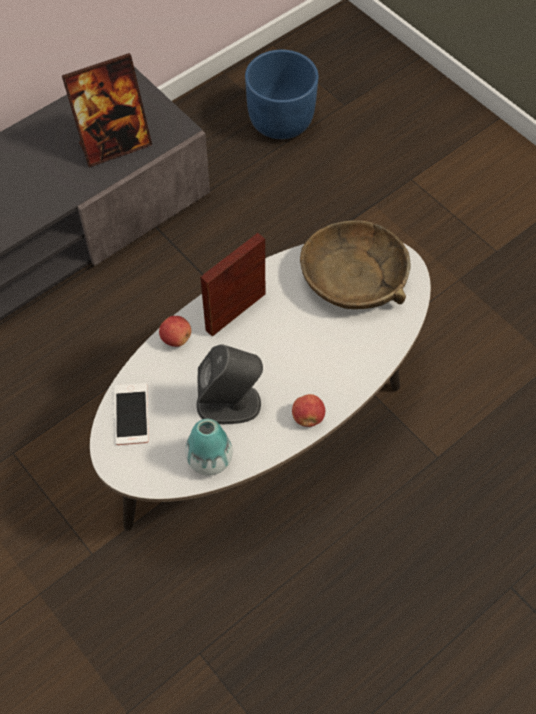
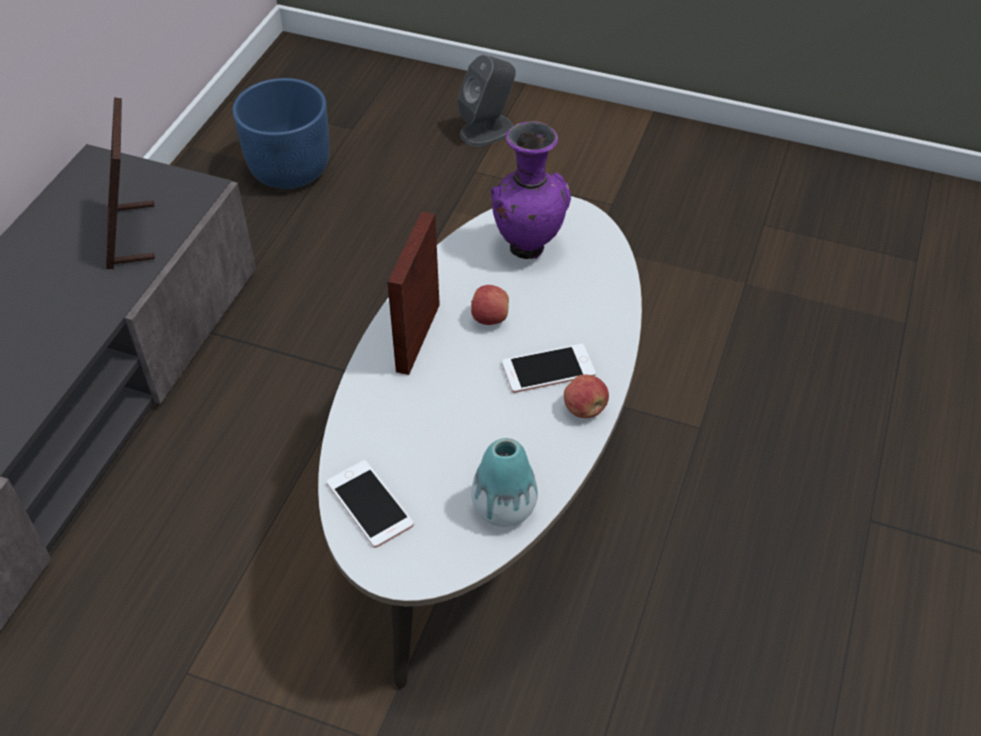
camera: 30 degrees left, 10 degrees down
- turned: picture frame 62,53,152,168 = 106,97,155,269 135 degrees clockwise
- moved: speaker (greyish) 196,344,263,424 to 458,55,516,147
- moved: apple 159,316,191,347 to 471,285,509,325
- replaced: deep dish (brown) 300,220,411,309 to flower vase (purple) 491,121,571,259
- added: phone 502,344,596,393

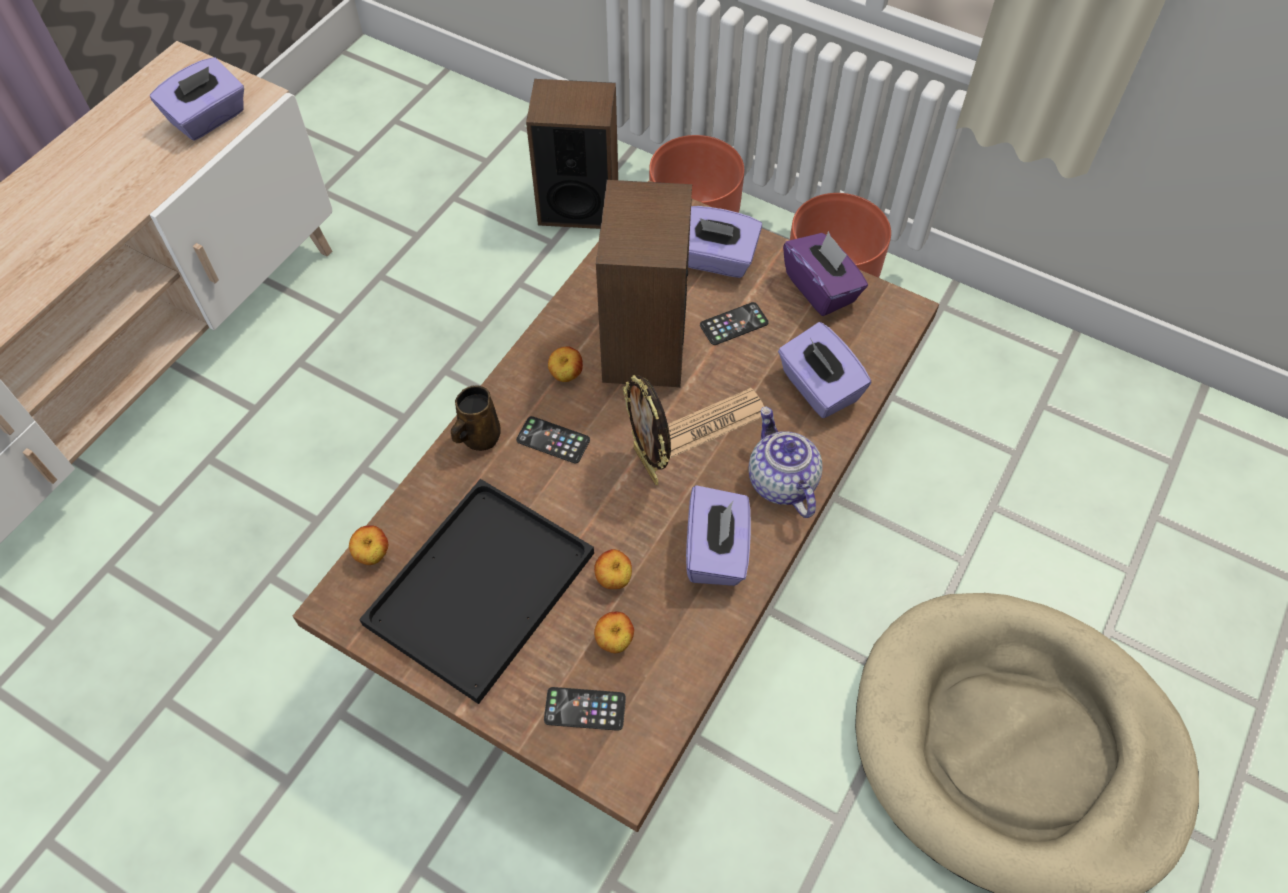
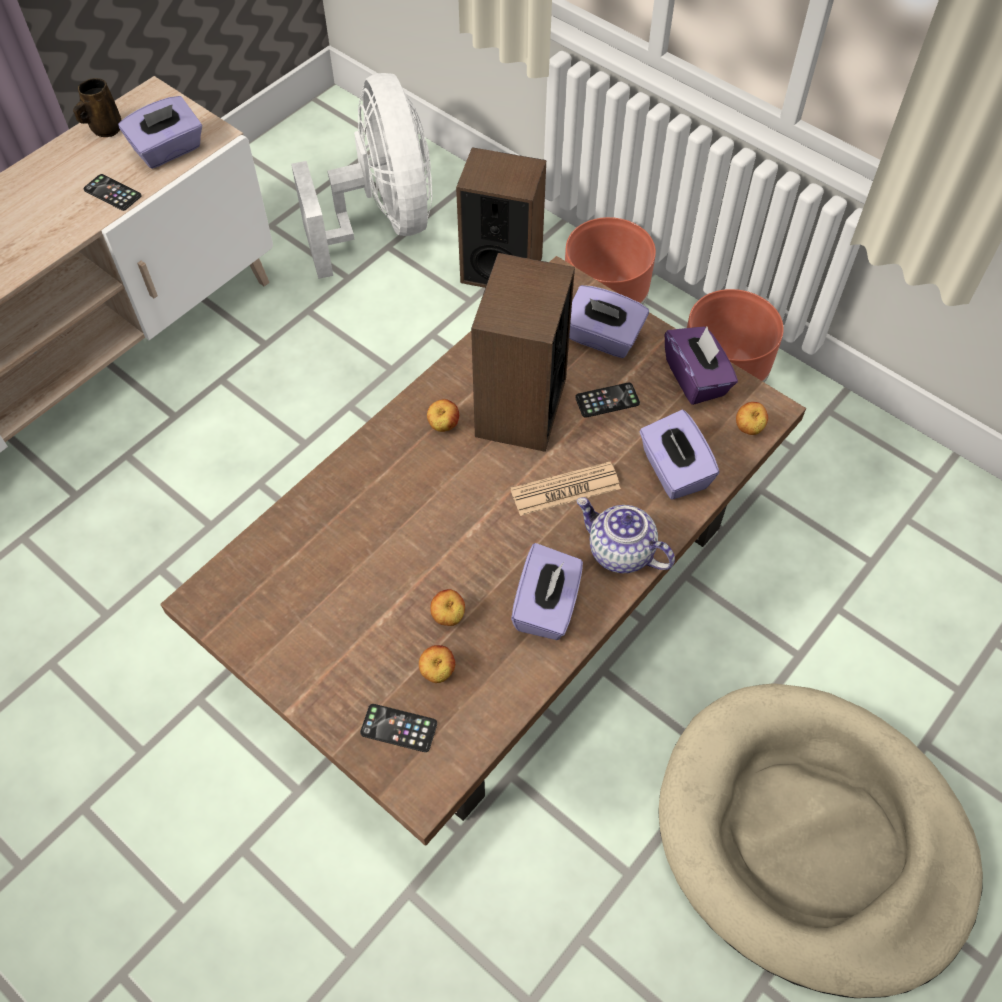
camera: 10 degrees right, 0 degrees up
- moved: coffee mug (brown) 451,385,501,451 to 73,78,121,137
- moved: phone 516,416,590,463 to 83,174,141,211
- added: electric fan (white) 291,73,432,279
- turned: pot for tea 748,407,822,518 = 576,497,675,573 45 degrees counterclockwise
- moved: apple 349,525,388,565 to 736,402,768,435
- removed: tray (blackish) 359,479,594,704
- removed: picture frame 623,375,671,485

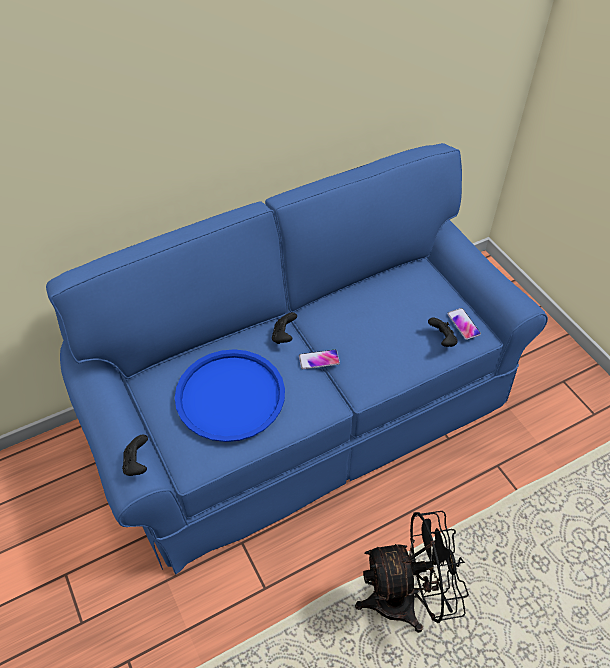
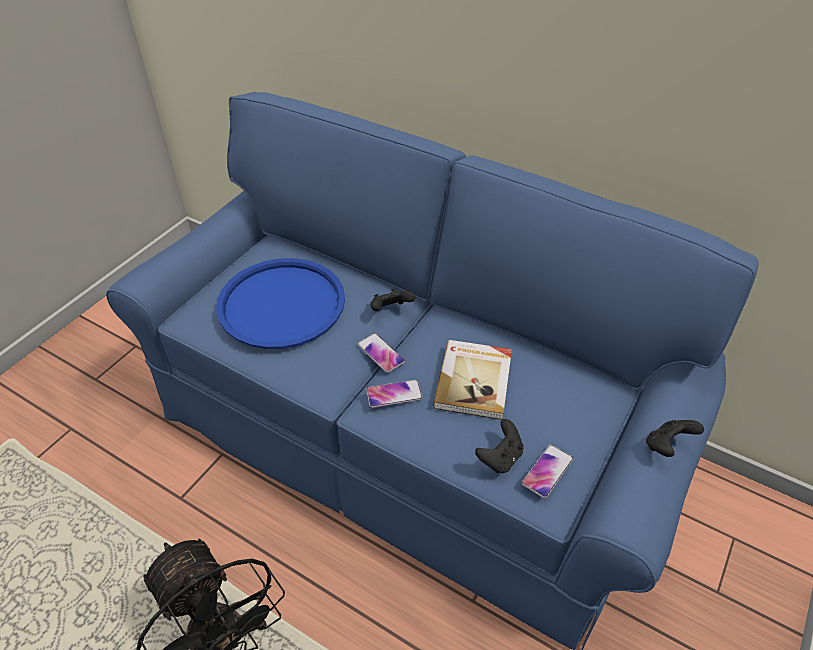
camera: 60 degrees right, 5 degrees down
- added: phone 366,380,423,408
- added: book 433,340,512,420
- moved: joypad (blackish) 122,434,148,476 to 646,420,704,457

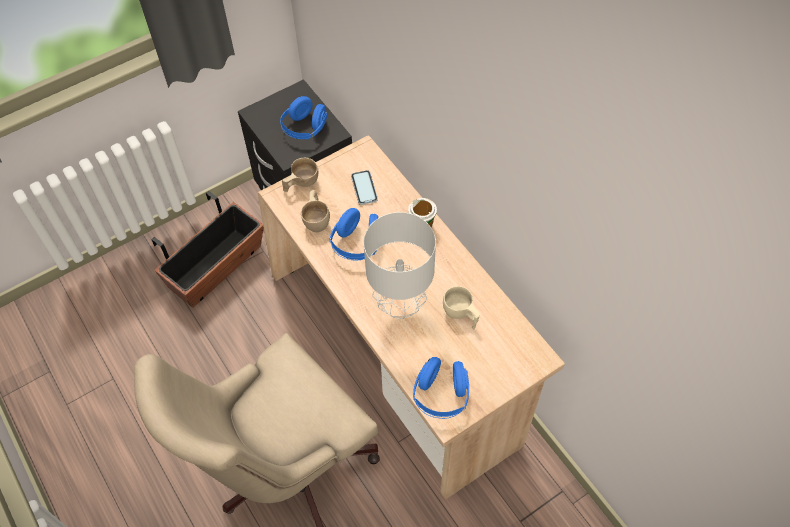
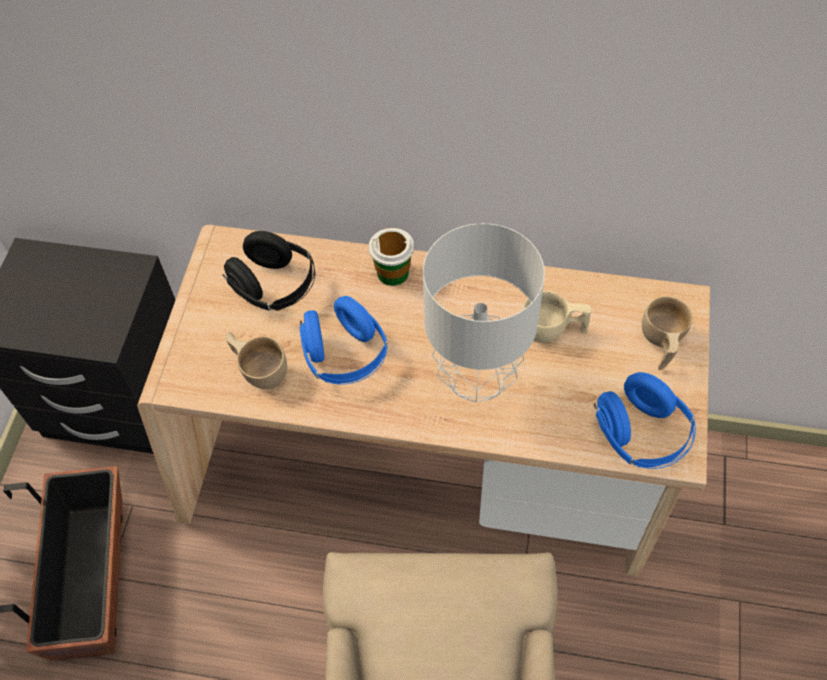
camera: 45 degrees left, 0 degrees up
- replaced: phone 351,170,378,205 to headphones (blackish) 222,231,315,311
- moved: drinking cup (sand-coloured) 282,158,318,192 to 642,296,693,370
- removed: headphones (blue) 280,96,327,139

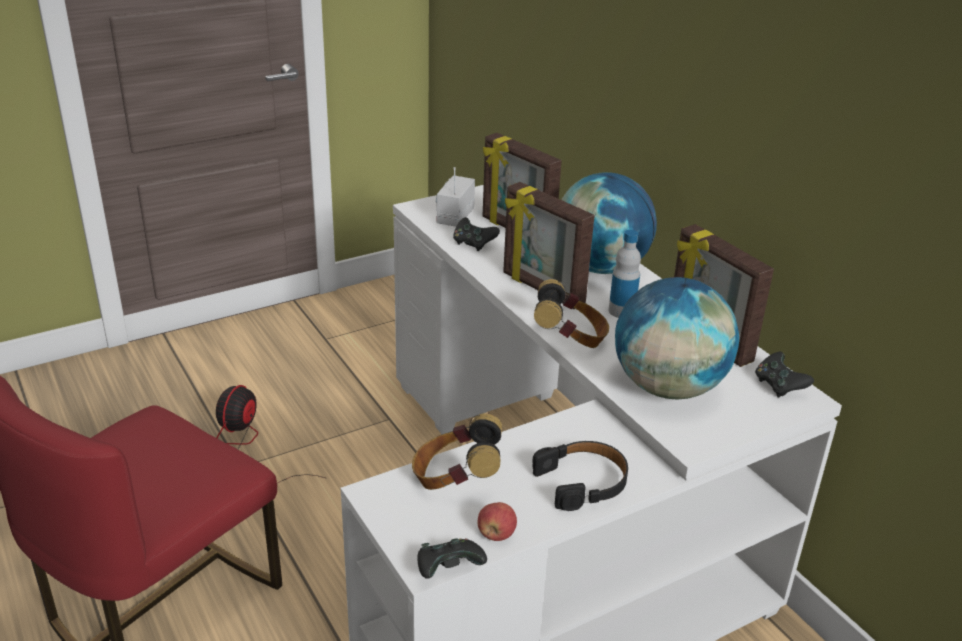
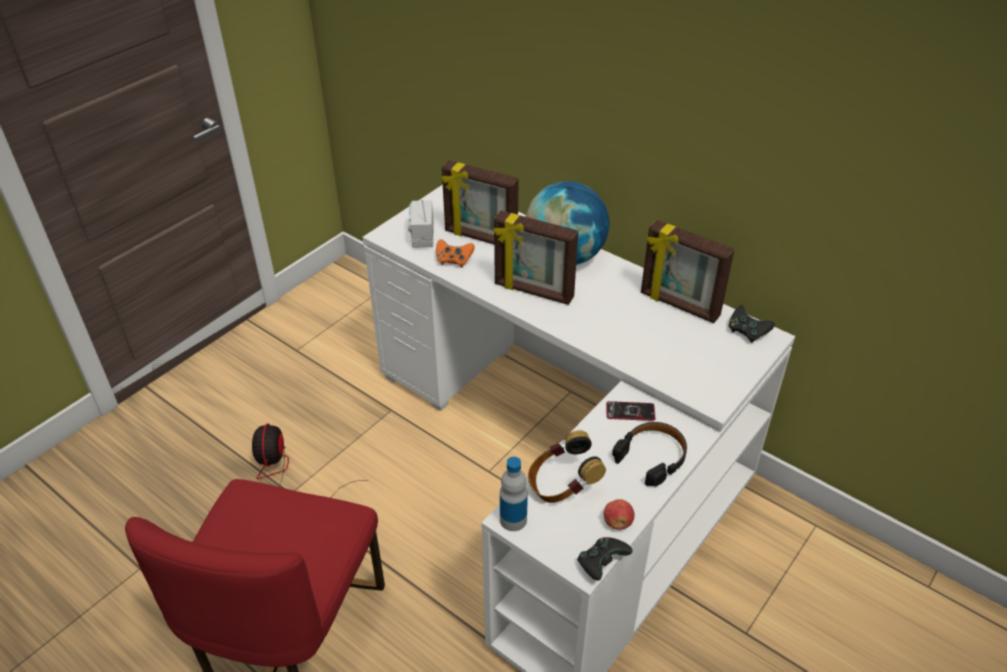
camera: 20 degrees left, 10 degrees up
- recoloured: joypad (blackish) 453,217,500,251 to joypad (orangey) 436,239,475,267
- moved: beverage bottle 608,230,641,318 to 500,457,528,531
- added: phone 606,401,655,421
- removed: headphones 534,279,609,348
- removed: desk globe 615,277,739,400

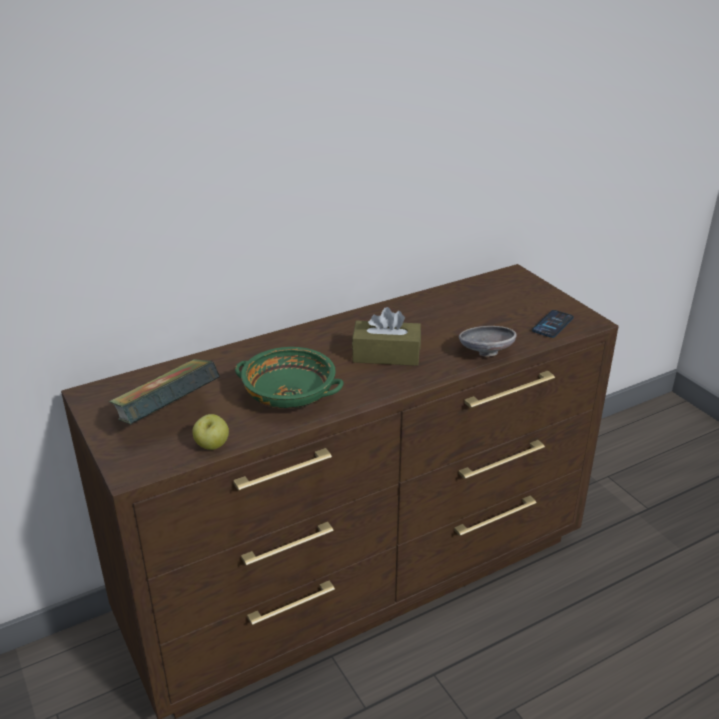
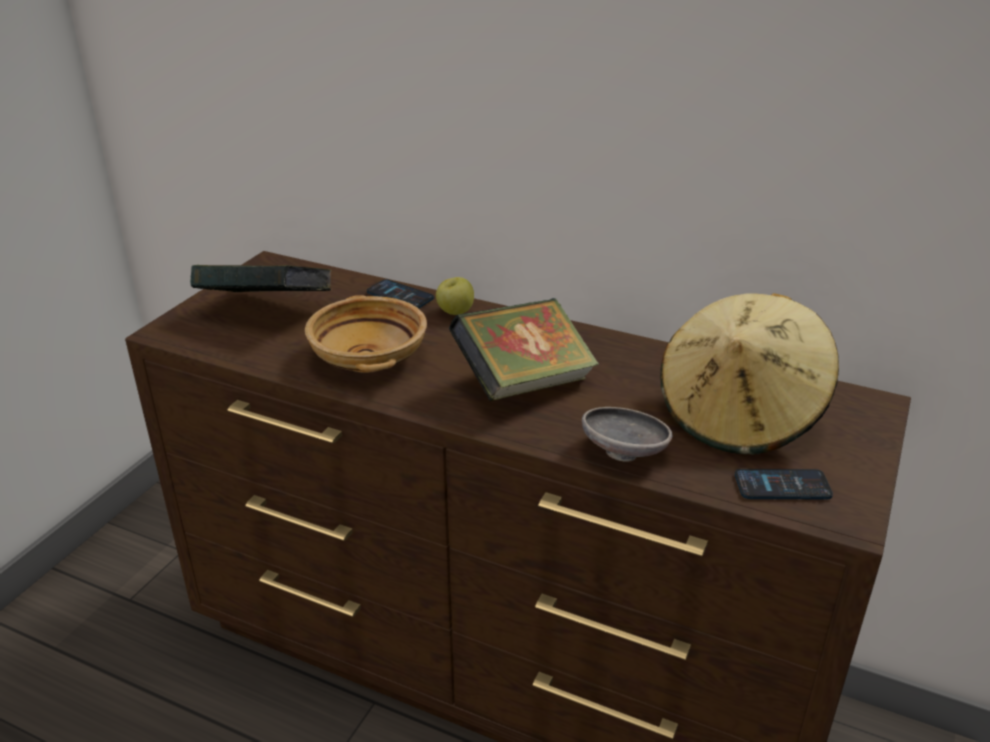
camera: 55 degrees right, 0 degrees up
- recoloured: deep dish (green) 235,347,344,409 to deep dish (sand-coloured) 305,295,427,373
- added: phone 367,279,434,309
- moved: apple 193,414,229,450 to 436,277,474,315
- replaced: box of tissues (brown) 352,307,421,366 to book 449,298,599,401
- added: wearable hat (sand-coloured) 660,293,839,455

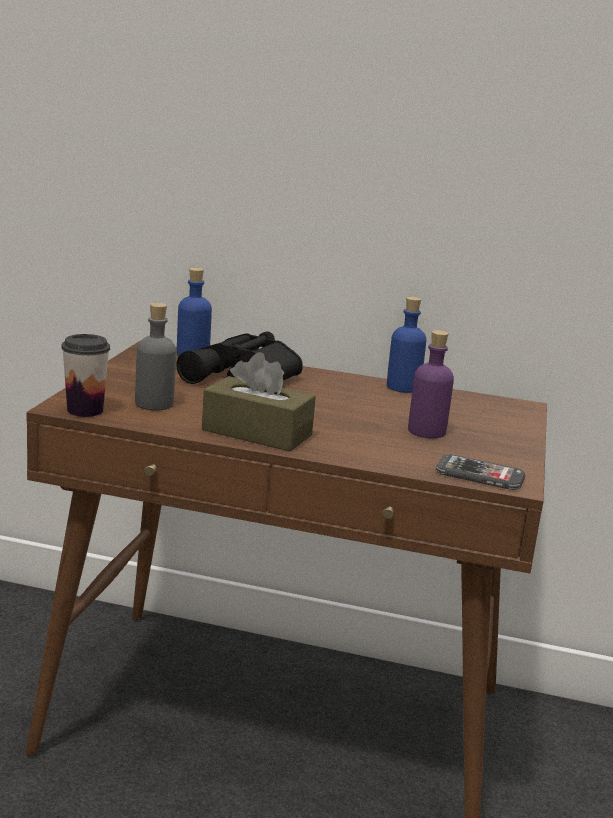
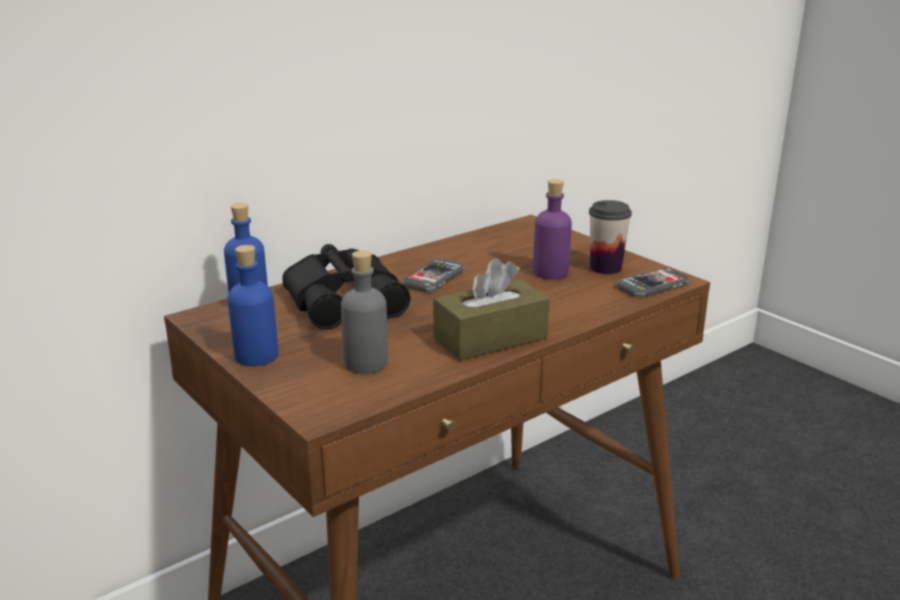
camera: 50 degrees left, 5 degrees up
- moved: beverage bottle (blue) 387,297,427,393 to 228,245,279,366
- added: phone 402,258,465,292
- moved: drinking cup 61,334,110,417 to 589,200,632,274

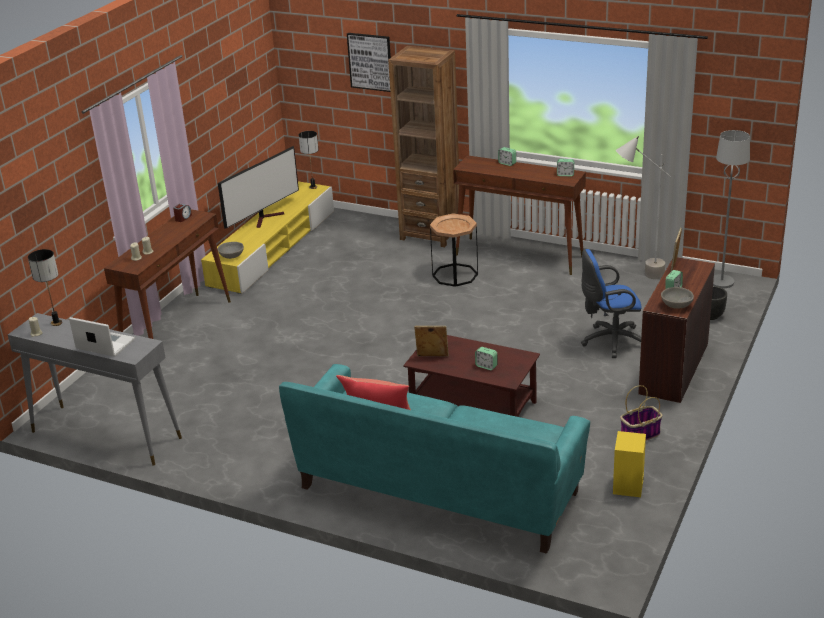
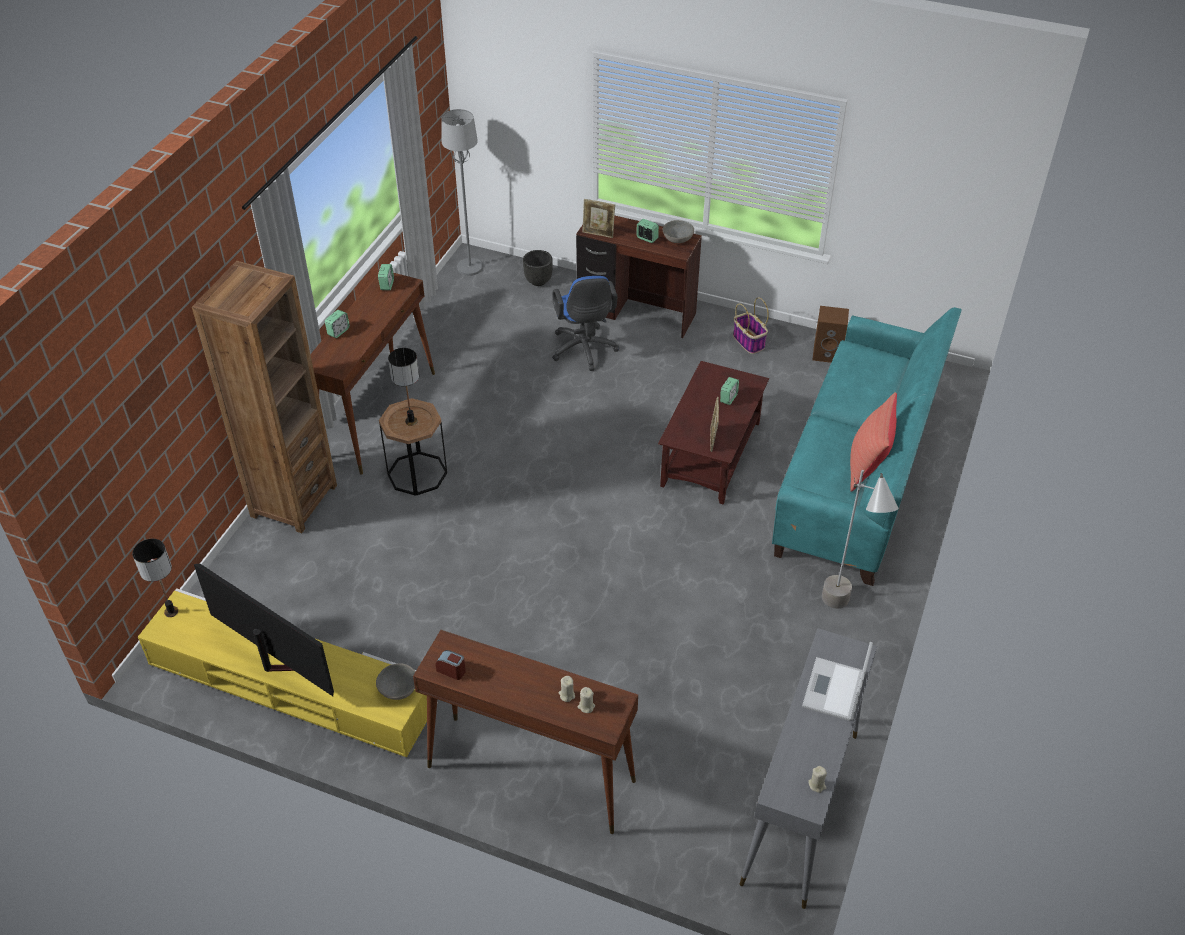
camera: 95 degrees left, 15 degrees up
- moved: table lamp 28,249,62,326 to 388,348,419,426
- recoloured: speaker (yellow) 613,431,646,497 to speaker (brown) 812,306,849,363
- moved: standing lamp (greyish) 616,136,671,279 to 822,470,898,608
- removed: wall picture 347,33,391,92

